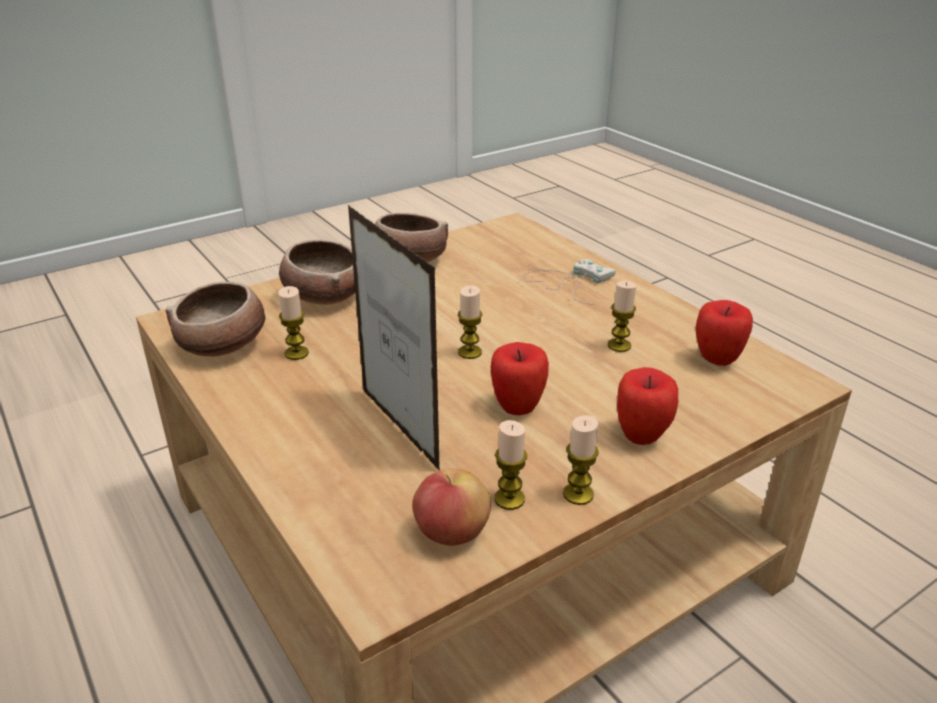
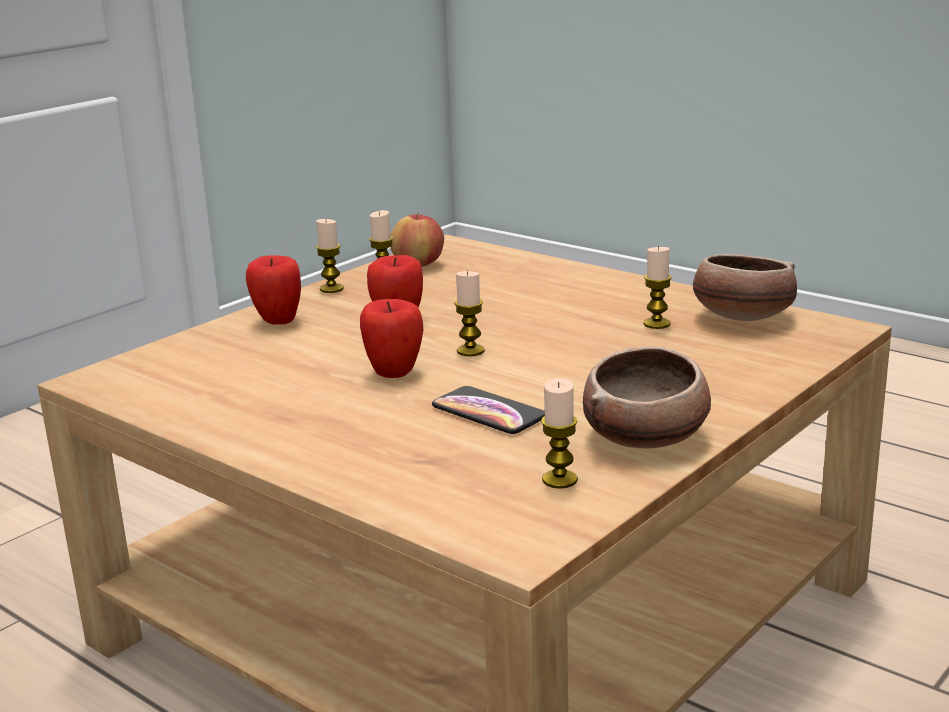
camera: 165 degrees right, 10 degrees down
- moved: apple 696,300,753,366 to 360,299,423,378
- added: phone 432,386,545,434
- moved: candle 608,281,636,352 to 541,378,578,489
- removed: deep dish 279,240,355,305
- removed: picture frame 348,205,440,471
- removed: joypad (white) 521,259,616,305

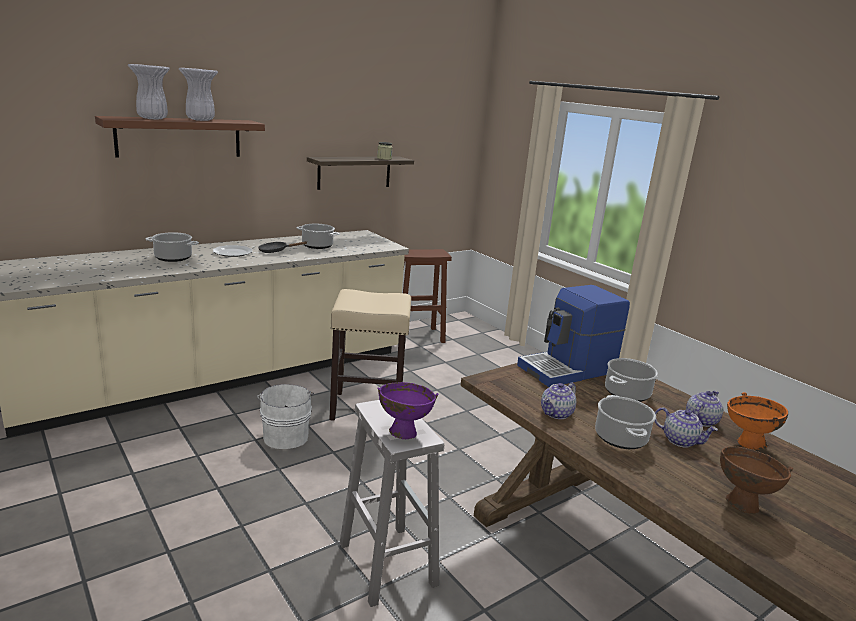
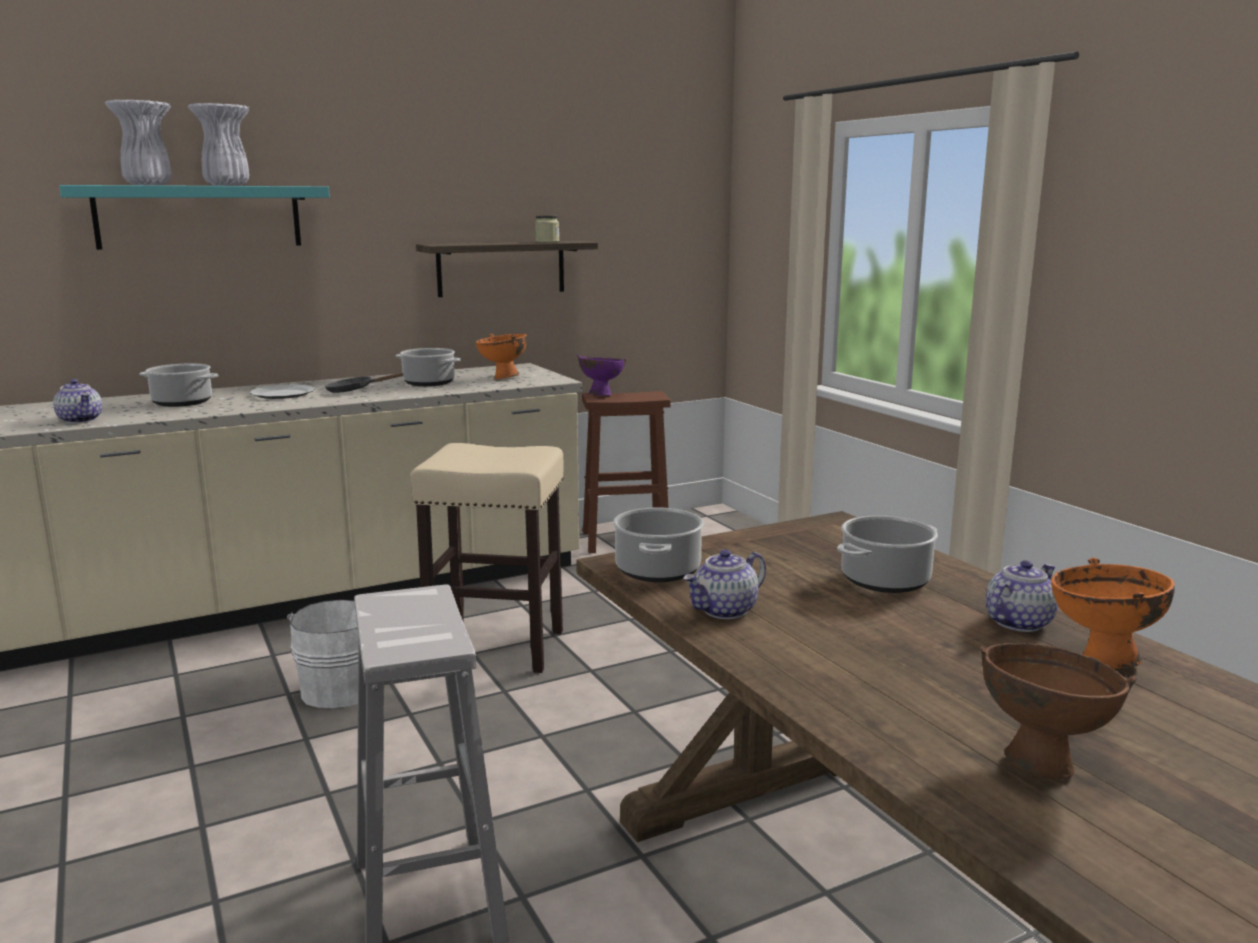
camera: 10 degrees right, 5 degrees down
- moved: pot for tea 654,407,718,448 to 53,379,102,423
- recoloured: bracket shelf (brown) 95,116,265,157 to bracket shelf (blue-green) 59,185,330,250
- added: deep dish (orangey) 476,334,527,379
- moved: deep dish (purple) 377,382,439,439 to 577,354,627,396
- moved: stockpot 595,395,656,449 to 613,507,704,582
- removed: coffee machine 517,285,630,387

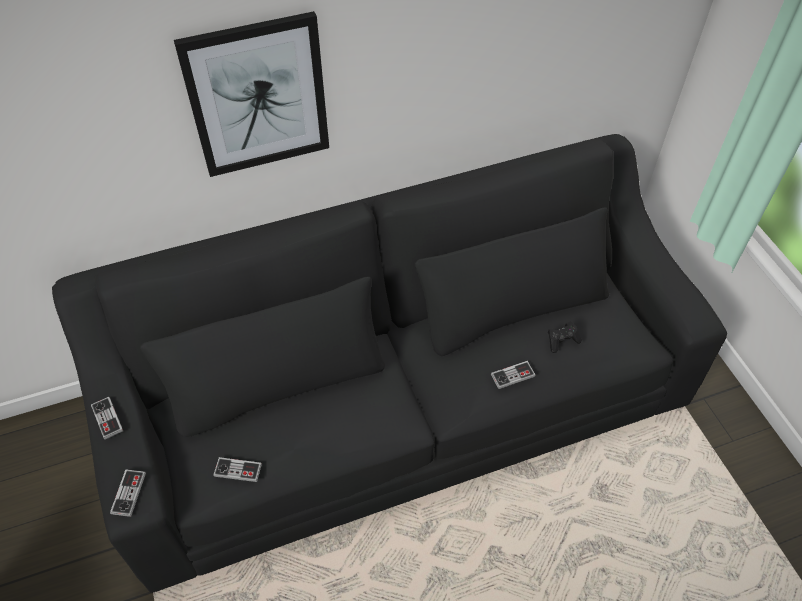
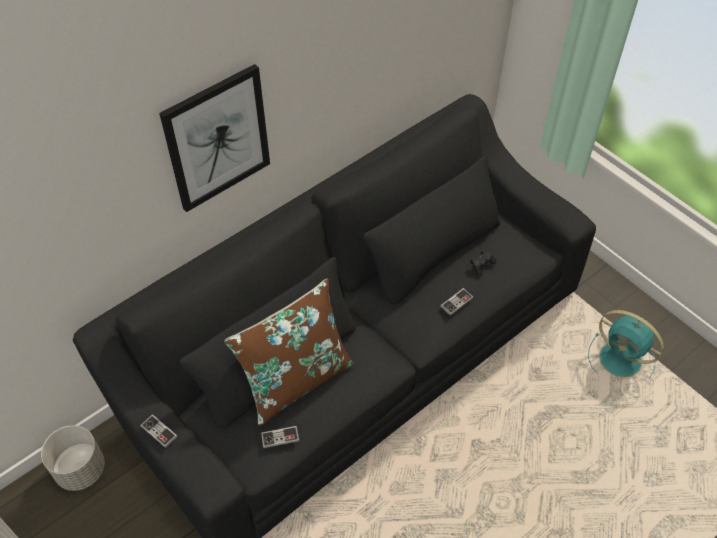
camera: 20 degrees left, 0 degrees up
- added: flower pot (greyish) 41,425,105,491
- added: pillow (brown) 224,278,354,426
- added: electric fan (blue-green) 588,310,664,378
- removed: joypad 110,469,146,517

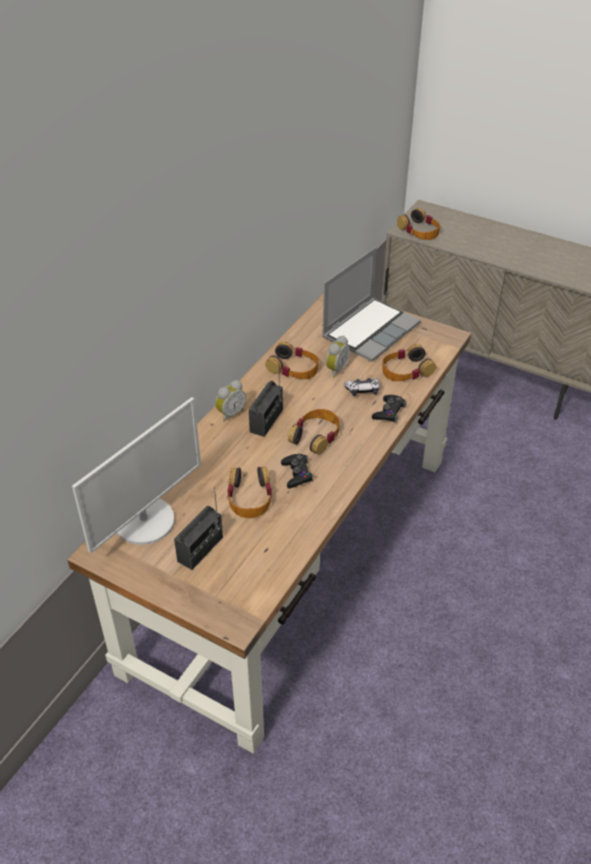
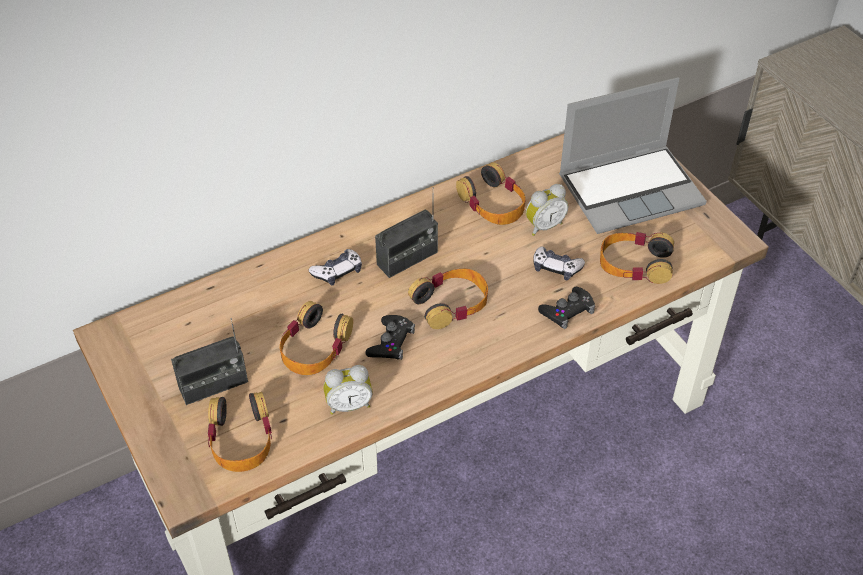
camera: 30 degrees right, 5 degrees up
- moved: headphones 397,208,440,240 to 208,392,272,472
- added: joypad 309,249,362,286
- moved: alarm clock 215,380,246,422 to 324,365,373,415
- removed: computer screen 72,397,201,553

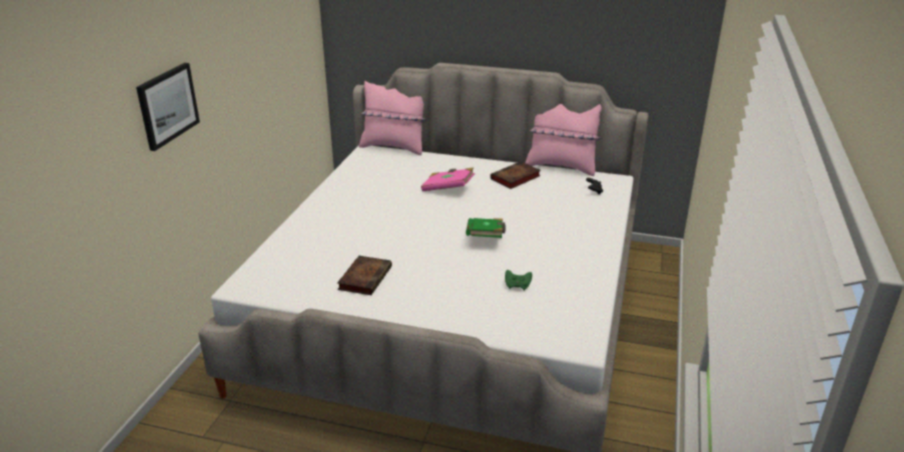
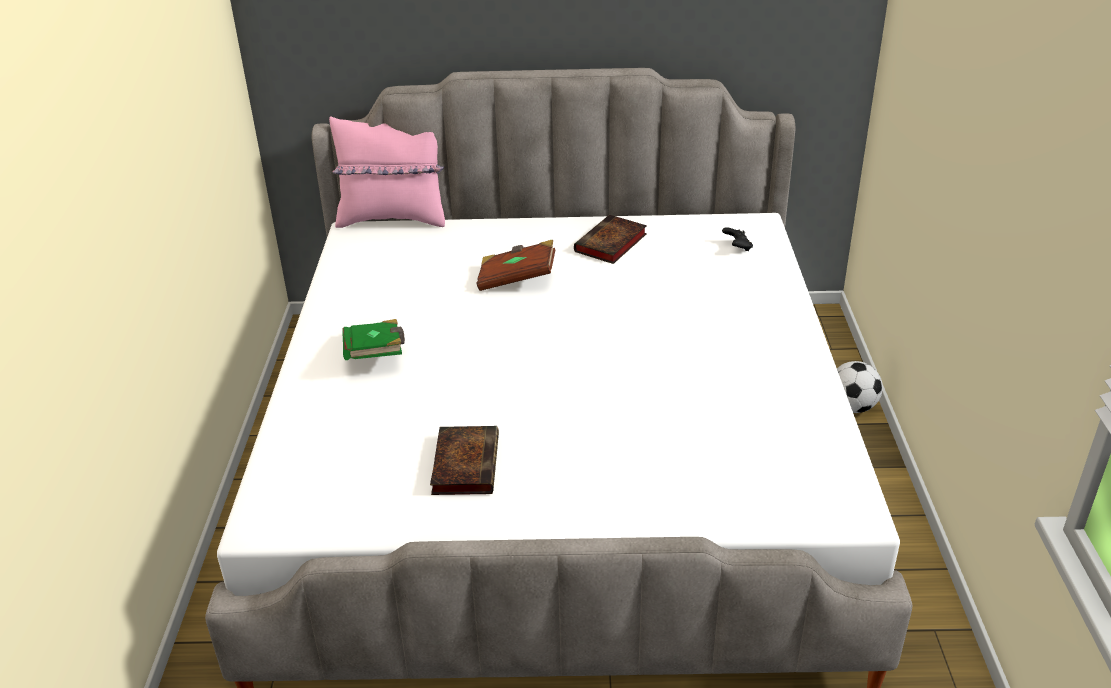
camera: 15 degrees left, 5 degrees up
- moved: book (green) 466,218,506,238 to 342,319,405,360
- recoloured: book (pink-coloured) 421,167,475,191 to book (brown) 477,240,555,291
- added: football 837,361,883,413
- removed: wall picture 136,63,200,151
- removed: joypad (green) 505,270,532,291
- removed: pillow (pink-coloured) 525,104,602,176

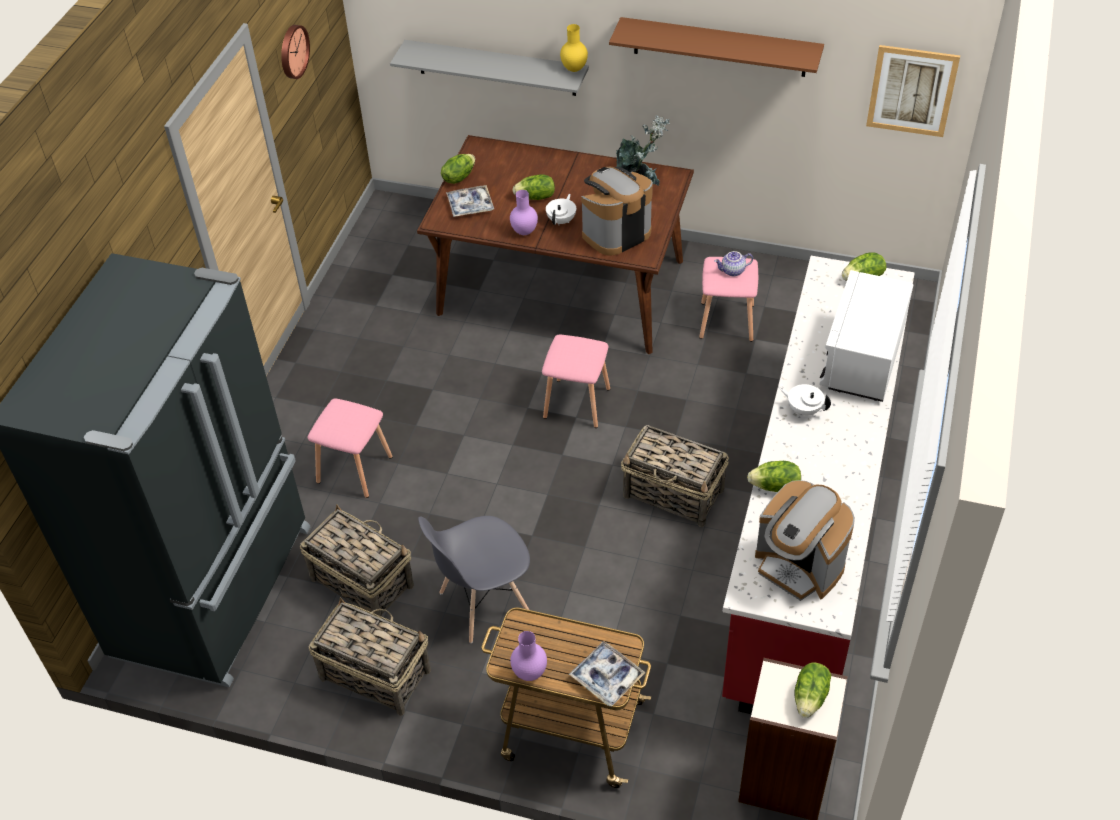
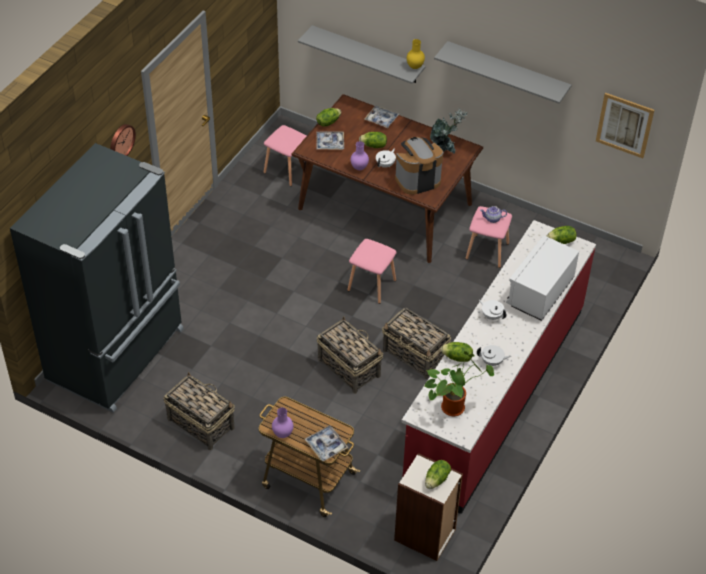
camera: 10 degrees right, 0 degrees up
- moved: hanging clock 281,25,310,79 to 110,124,136,156
- moved: stool (pink-coloured) 308,398,392,498 to 264,125,307,186
- moved: basket 300,504,414,619 to 317,316,383,394
- added: tray 364,105,399,128
- replaced: coffee machine 755,480,855,601 to plant in a pot 425,351,494,416
- recoloured: bracket shelf (brown) 609,17,824,77 to bracket shelf (greyish) 434,41,572,104
- added: pot for tea (white) 477,345,511,366
- removed: upright chair (greyish) 418,516,530,643

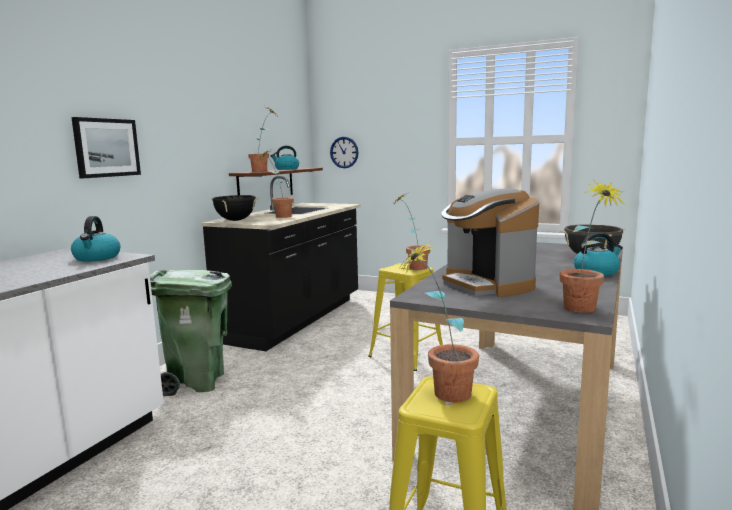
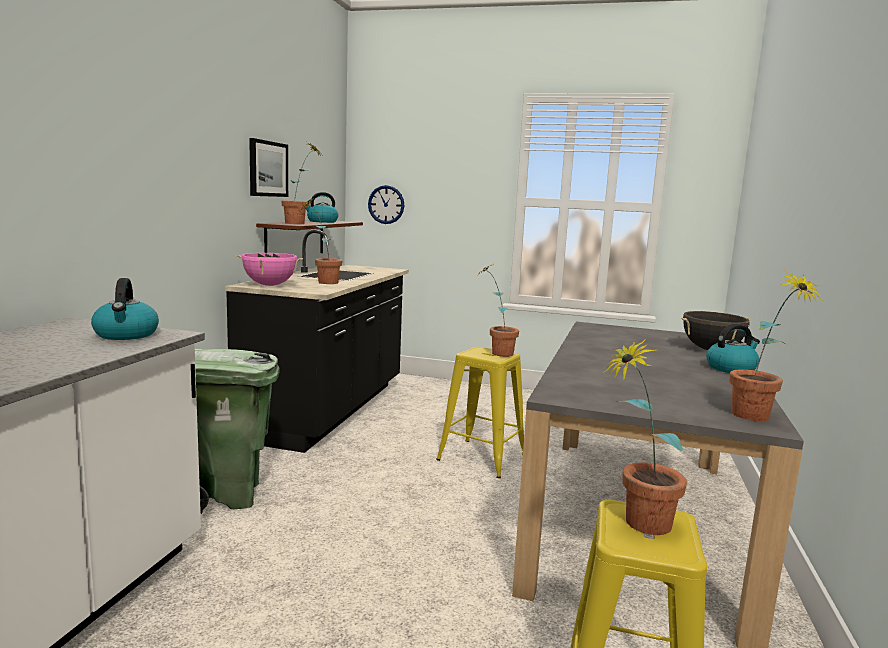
camera: 10 degrees left, 0 degrees up
- recoloured: stockpot (blackish) 210,195,259,221 to stockpot (pink-coloured) 236,253,303,286
- moved: wall picture 71,117,141,178 to 249,138,288,197
- removed: coffee machine 441,188,539,297

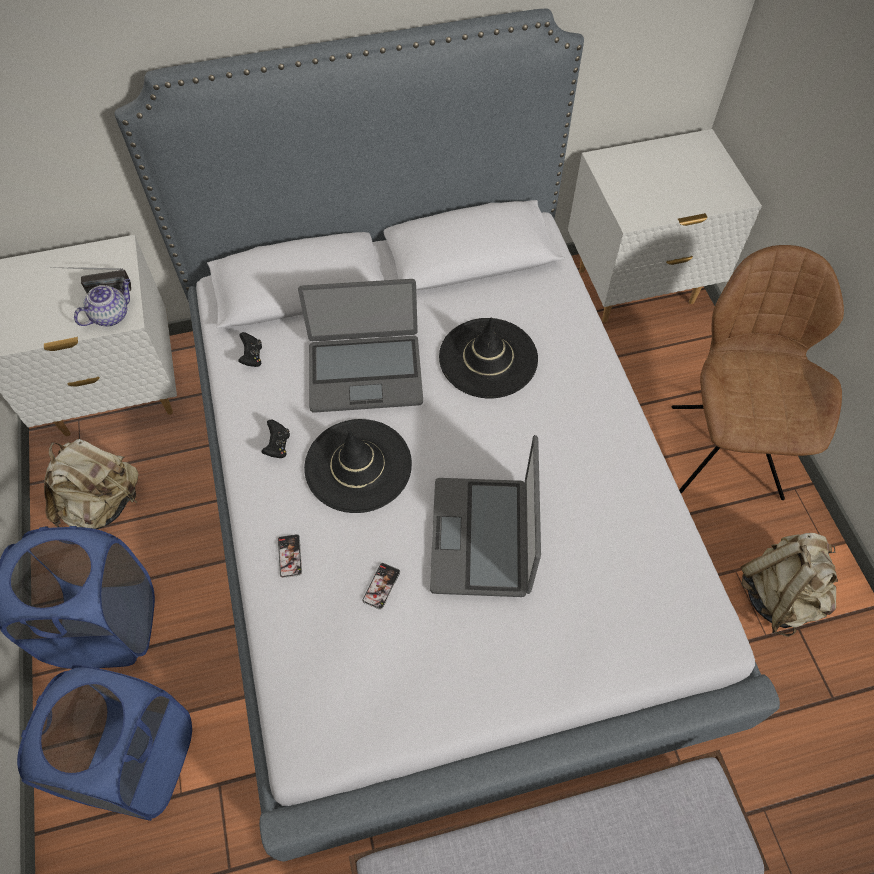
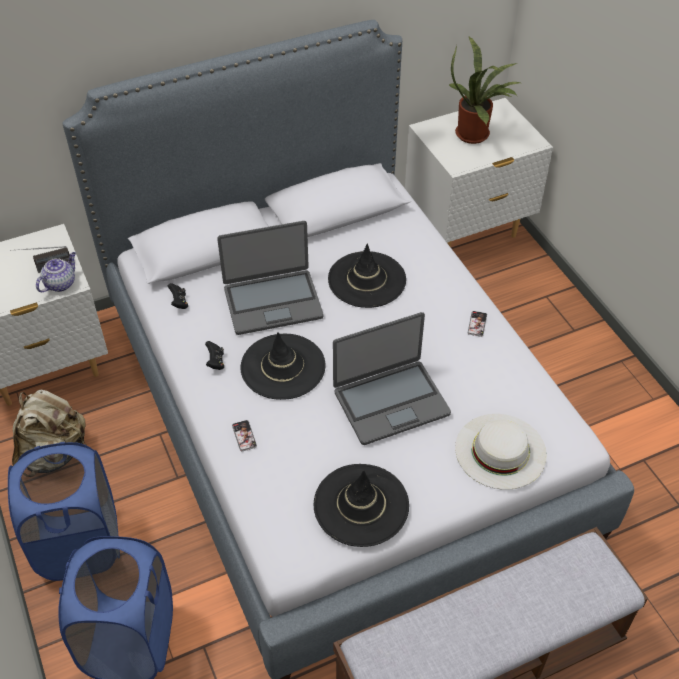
camera: 10 degrees left, 10 degrees down
- added: wearable hat (blackish) 314,464,409,547
- turned: portable computer 430,435,541,597 = 333,312,451,445 105 degrees counterclockwise
- added: plant in a pot 449,37,520,144
- added: wearable hat (white) 455,414,547,490
- moved: phone 362,563,400,610 to 468,311,487,337
- removed: upright chair (brown) 672,245,844,500
- removed: knapsack (sand-coloured) 741,533,838,637

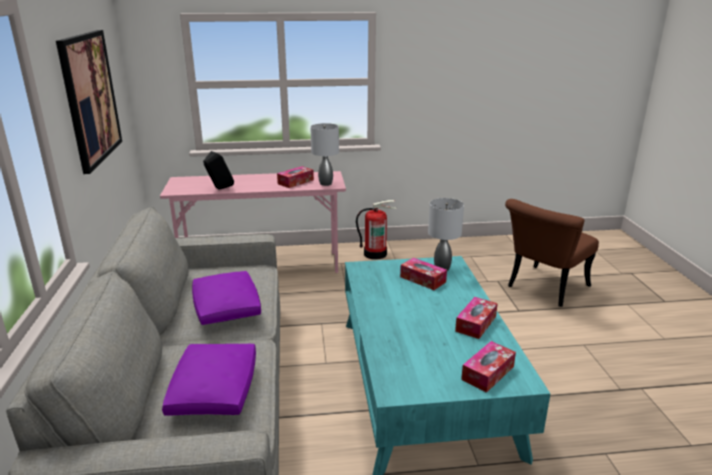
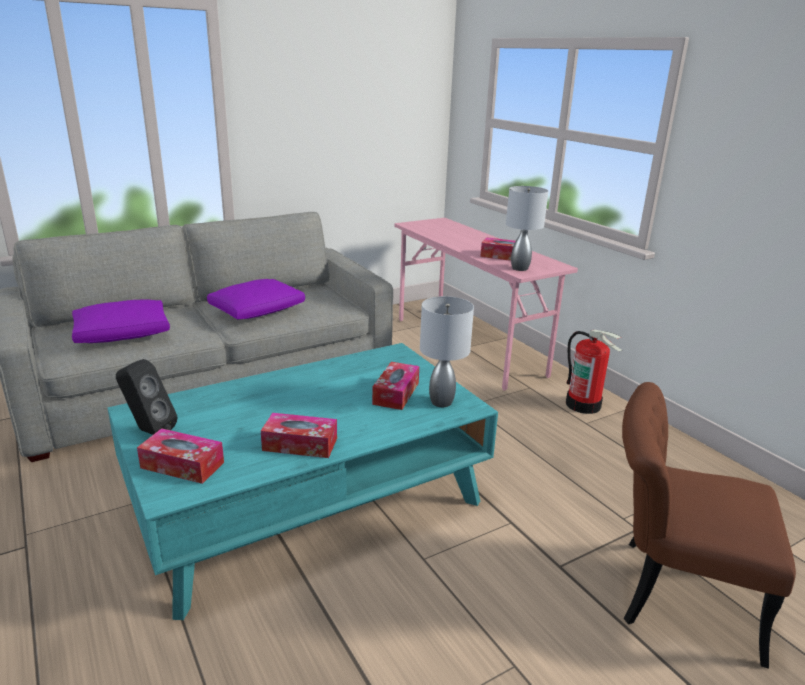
camera: 65 degrees right, 0 degrees up
- moved: speaker (blackish) 203,151,234,190 to 116,359,178,435
- removed: wall picture 56,30,122,174

